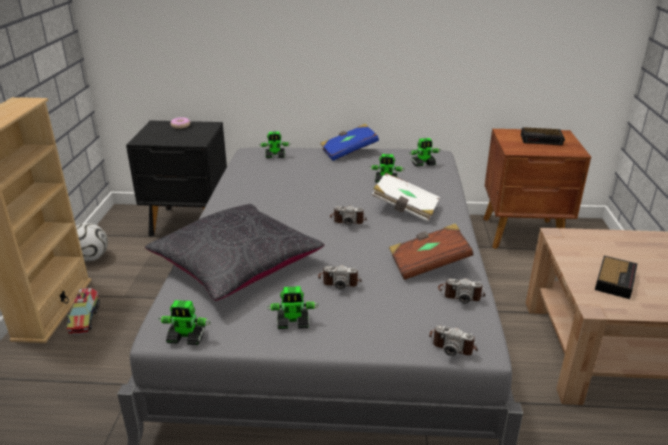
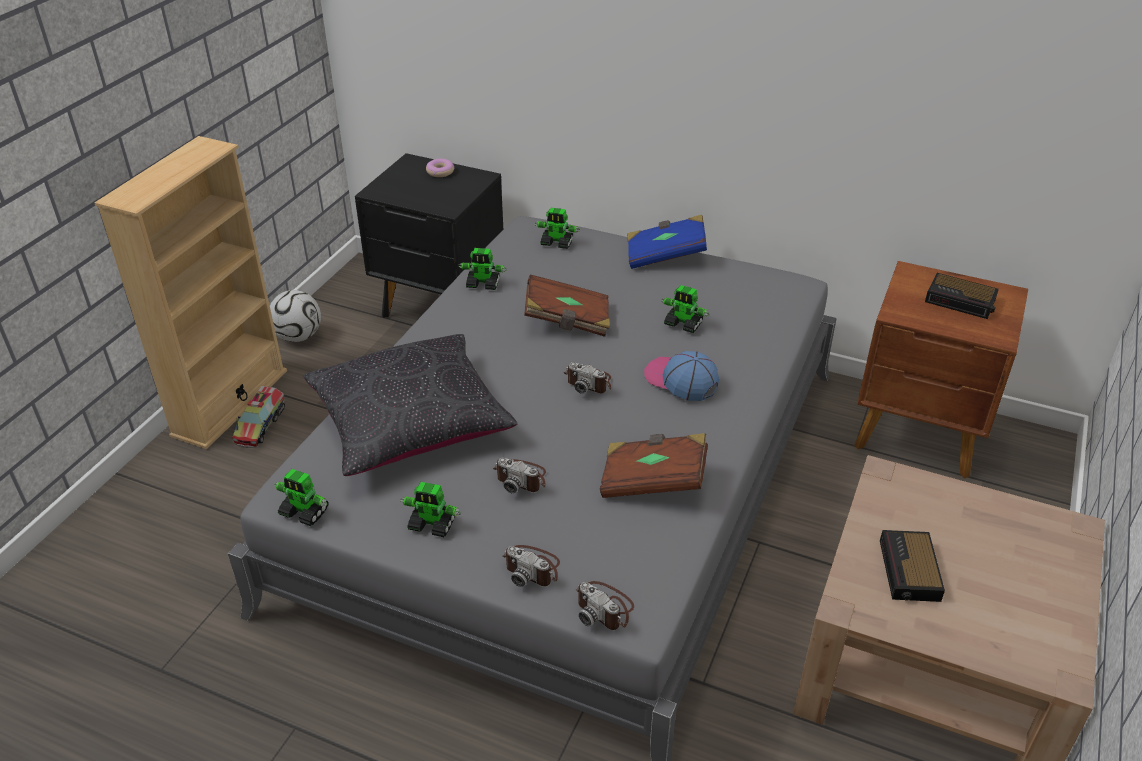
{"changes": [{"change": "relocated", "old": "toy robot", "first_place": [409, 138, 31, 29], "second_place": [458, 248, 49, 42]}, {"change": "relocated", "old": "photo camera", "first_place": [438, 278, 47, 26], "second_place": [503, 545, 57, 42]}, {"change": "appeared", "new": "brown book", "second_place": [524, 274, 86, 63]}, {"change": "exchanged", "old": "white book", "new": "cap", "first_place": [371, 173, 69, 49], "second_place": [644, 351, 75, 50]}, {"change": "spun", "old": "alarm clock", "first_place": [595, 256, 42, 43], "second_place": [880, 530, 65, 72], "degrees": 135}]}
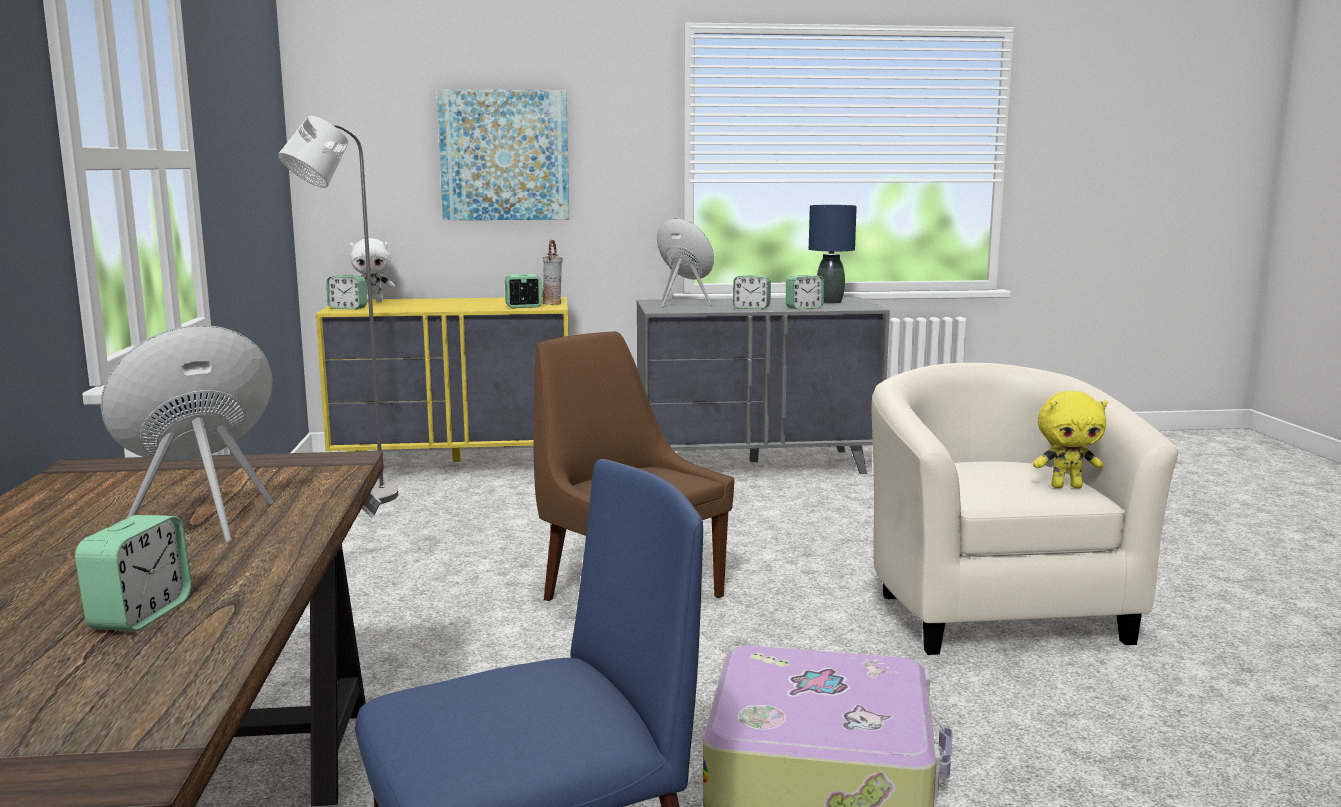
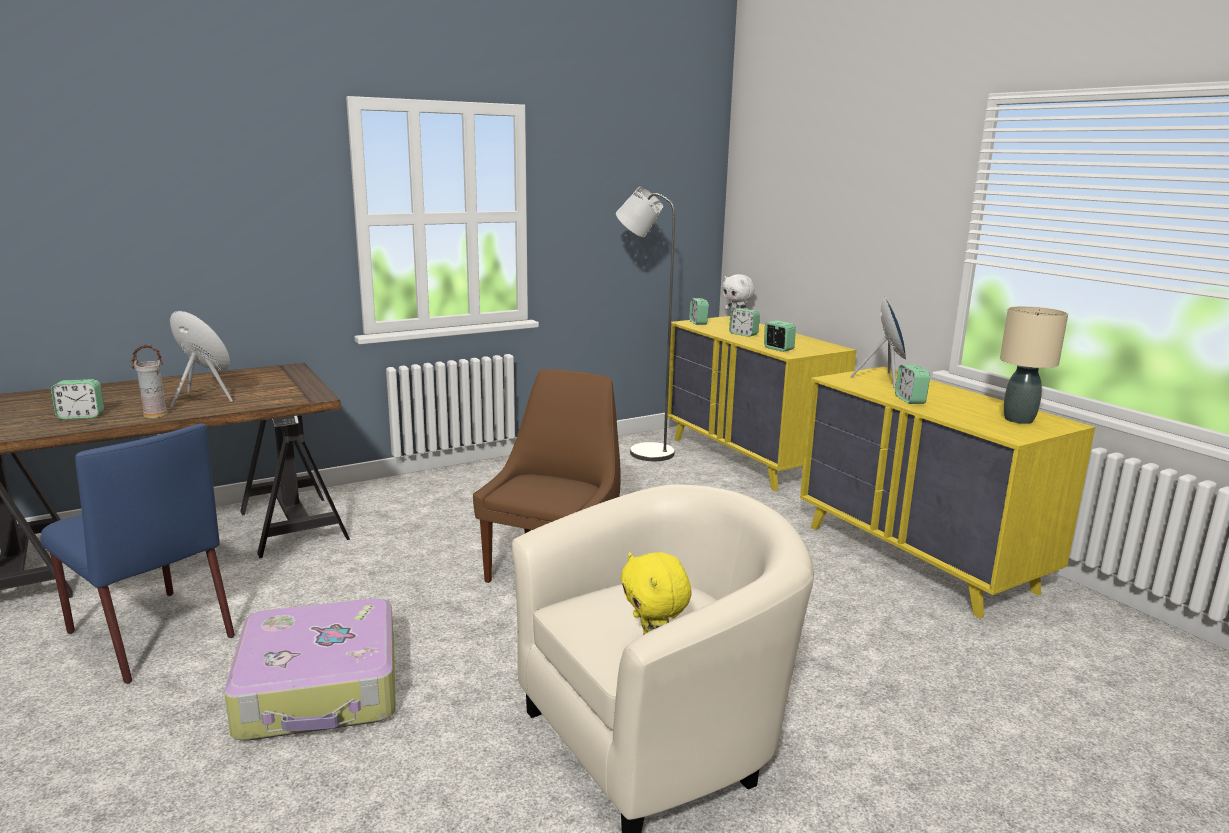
{"changes": [{"change": "relocated", "old": "vase", "first_place": [543, 240, 20, 65], "second_place": [131, 345, 36, 73]}, {"change": "relocated", "old": "alarm clock", "first_place": [786, 275, 38, 35], "second_place": [729, 308, 31, 29]}, {"change": "colour", "old": "grey dresser", "new": "yellow dresser", "first_place": [637, 297, 253, 177], "second_place": [800, 366, 296, 253]}, {"change": "colour", "old": "blue table lamp", "new": "beige table lamp", "first_place": [809, 205, 48, 99], "second_place": [1000, 306, 68, 118]}, {"change": "missing", "old": "picture", "first_place": [437, 89, 132, 131]}]}
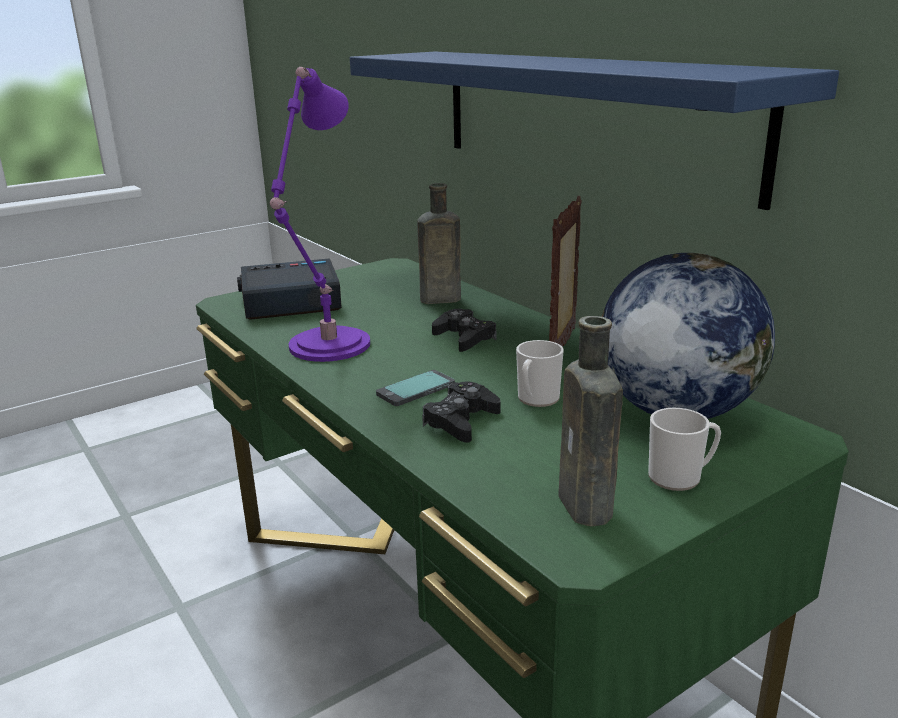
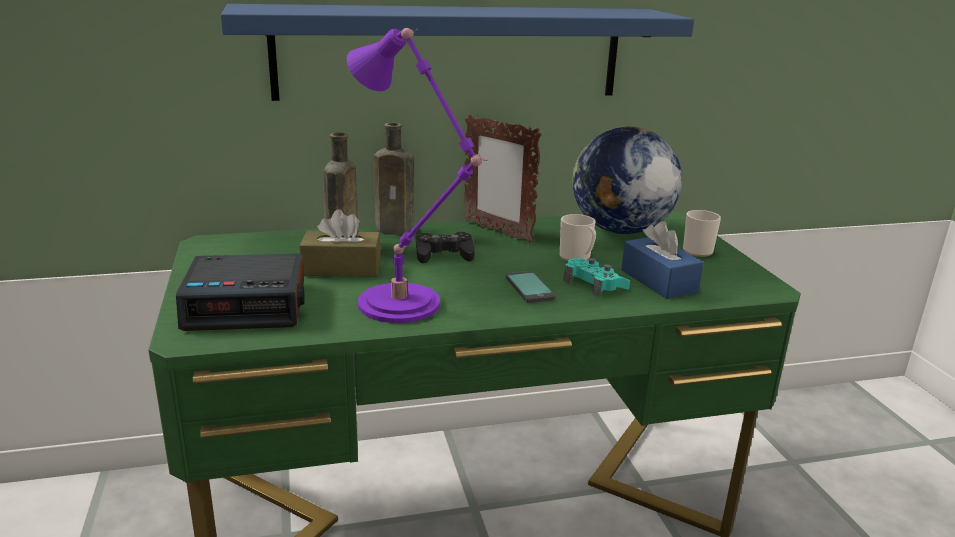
{"changes": [{"change": "spun", "old": "alarm clock", "first_place": [237, 258, 105, 62], "second_place": [176, 254, 129, 77], "degrees": -105}, {"change": "appeared", "new": "brown tissue box", "second_place": [300, 209, 81, 68]}, {"change": "relocated", "old": "brown bottle", "first_place": [559, 316, 64, 210], "second_place": [374, 123, 40, 111]}, {"change": "colour", "old": "black game controller", "new": "turquoise game controller", "first_place": [422, 381, 78, 62], "second_place": [563, 258, 67, 39]}, {"change": "appeared", "new": "blue tissue box", "second_place": [621, 221, 83, 78]}]}
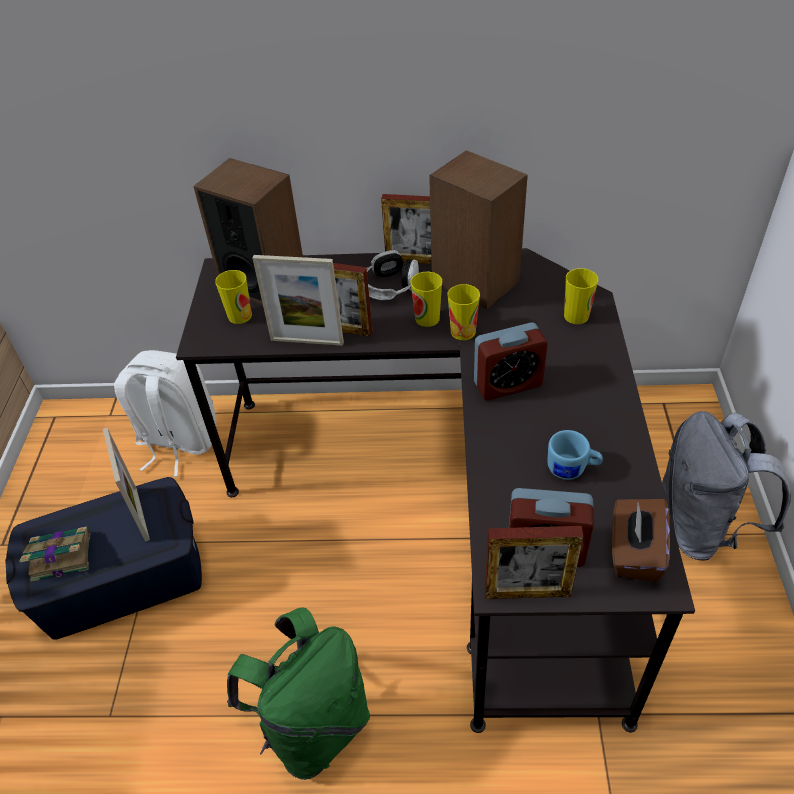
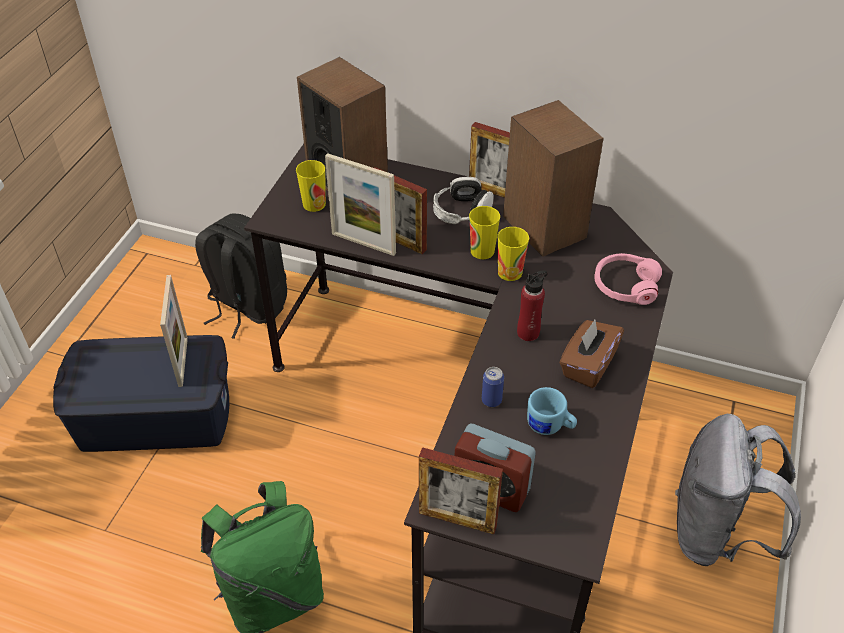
{"changes": [{"change": "colour", "old": "white backpack", "new": "black backpack", "first_place": [114, 350, 102, 127], "second_place": [195, 213, 92, 126]}, {"change": "appeared", "new": "can", "second_place": [482, 367, 22, 40]}, {"change": "exchanged", "old": "alarm clock", "new": "red bottle", "first_place": [474, 322, 74, 78], "second_place": [517, 270, 31, 71]}, {"change": "relocated", "old": "brown tissue box", "first_place": [612, 499, 58, 83], "second_place": [560, 320, 64, 68]}, {"change": "exchanged", "old": "cup", "new": "pink headphones", "first_place": [564, 268, 34, 56], "second_place": [594, 253, 68, 52]}, {"change": "missing", "old": "book", "first_place": [19, 527, 71, 55]}]}
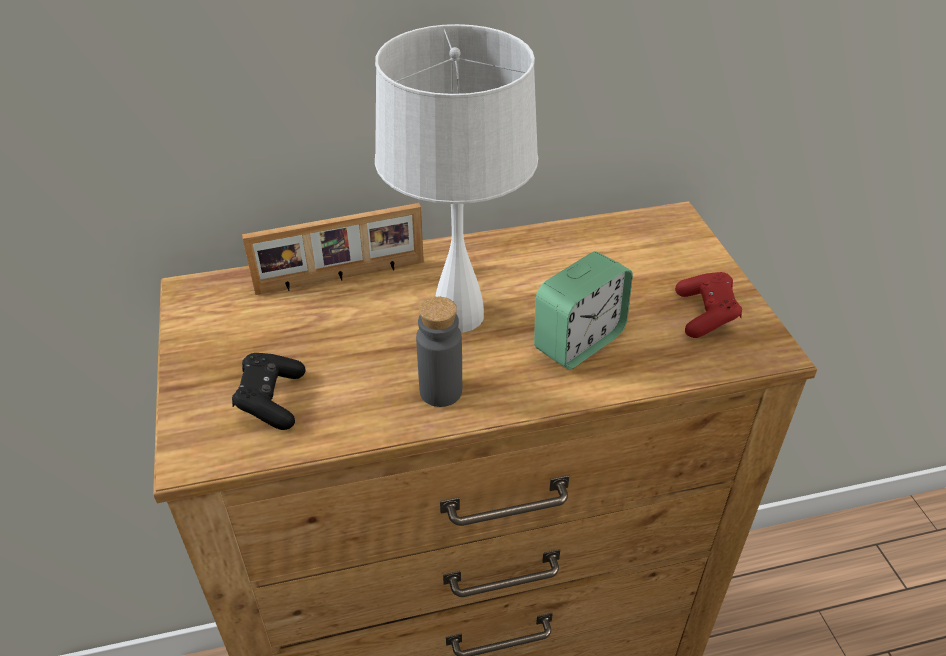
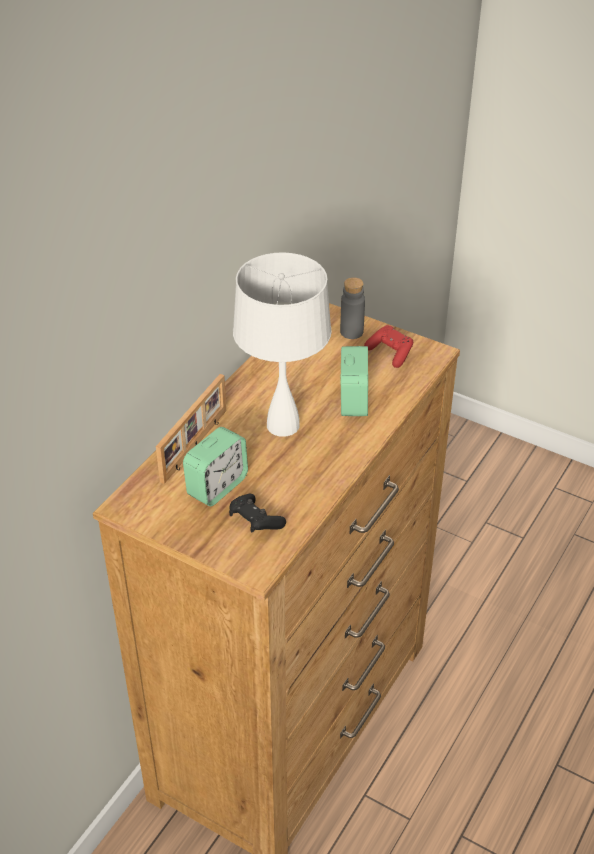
{"changes": [{"change": "appeared", "new": "alarm clock", "second_place": [183, 427, 65, 79]}, {"change": "relocated", "old": "grey bottle", "first_place": [416, 297, 46, 110], "second_place": [340, 277, 25, 62]}]}
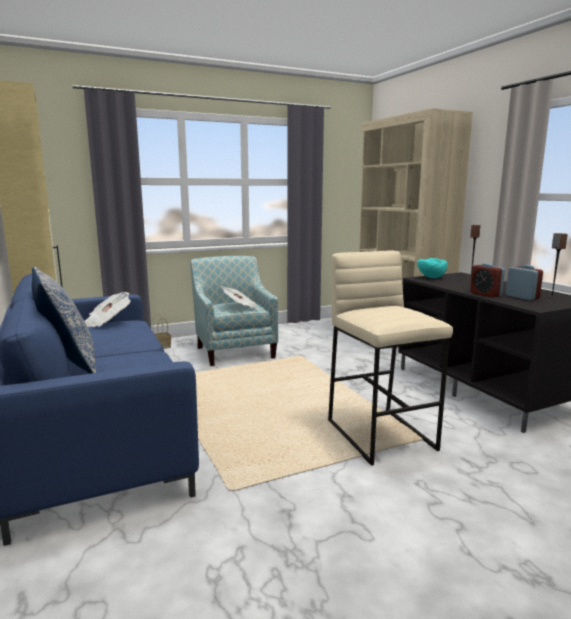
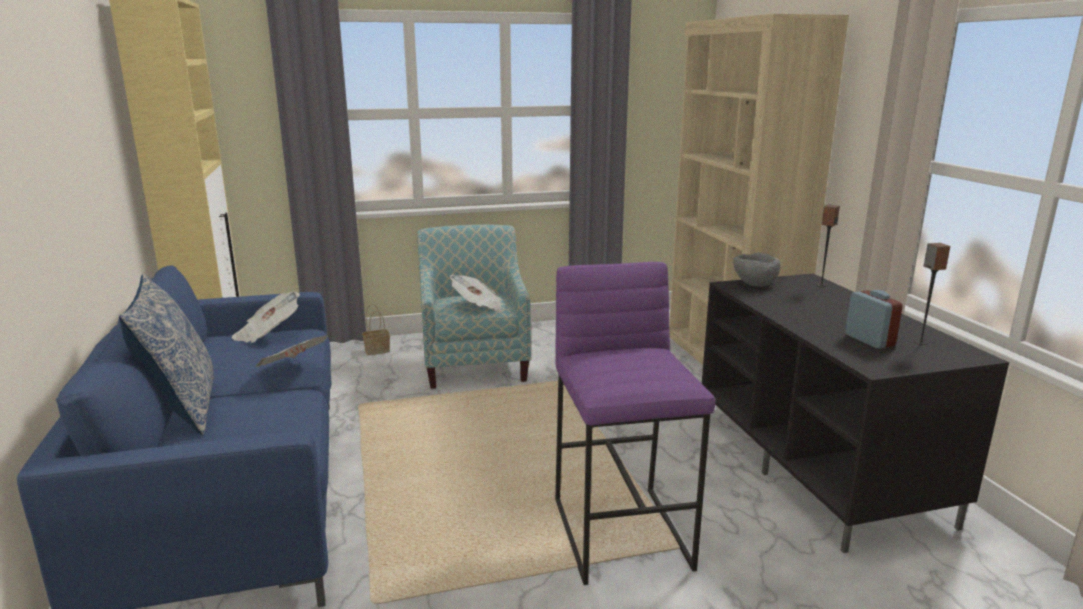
{"changes": [{"change": "appeared", "new": "newspaper", "second_place": [256, 335, 71, 32]}, {"change": "colour", "old": "beige stool", "new": "purple stool", "first_place": [328, 250, 125, 216], "second_place": [555, 262, 160, 323]}, {"change": "colour", "old": "turquoise bowl", "new": "grey bowl", "first_place": [417, 258, 30, 20], "second_place": [733, 253, 48, 34]}, {"change": "missing", "old": "alarm clock", "first_place": [470, 263, 35, 34]}]}
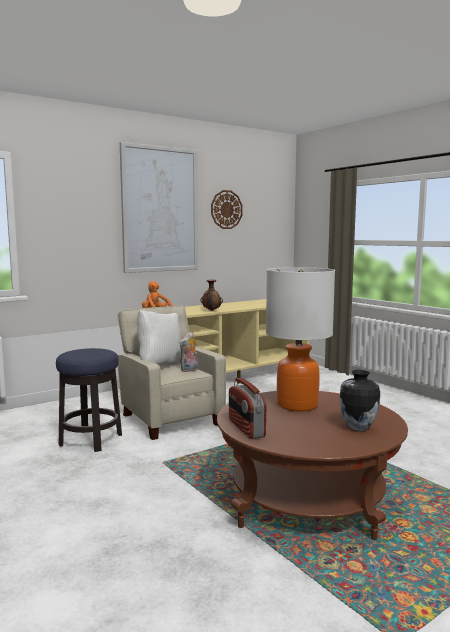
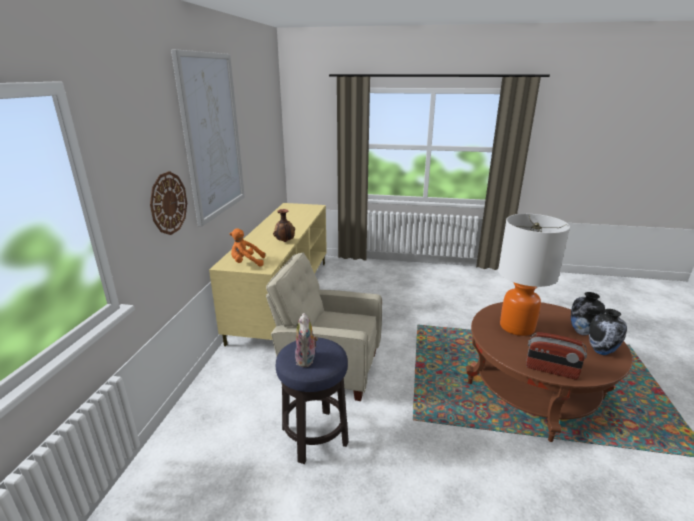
{"changes": [{"change": "relocated", "old": "wall clock", "first_place": [211, 190, 31, 39], "second_place": [150, 171, 37, 64]}, {"change": "relocated", "old": "plush toy", "first_place": [179, 332, 19, 40], "second_place": [295, 313, 23, 54]}, {"change": "appeared", "new": "vase", "second_place": [589, 309, 38, 46]}, {"change": "missing", "old": "white pillow", "first_place": [137, 310, 44, 56]}]}
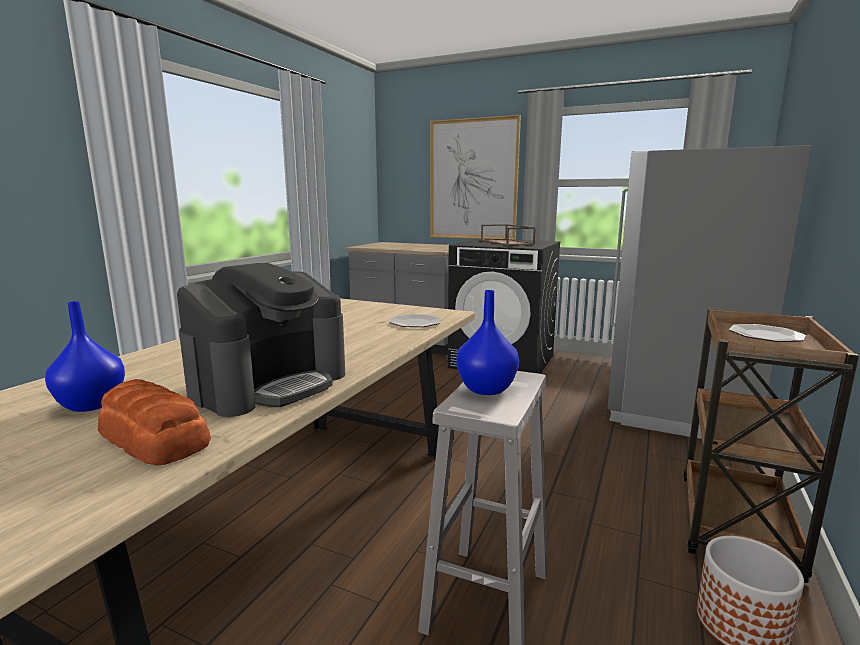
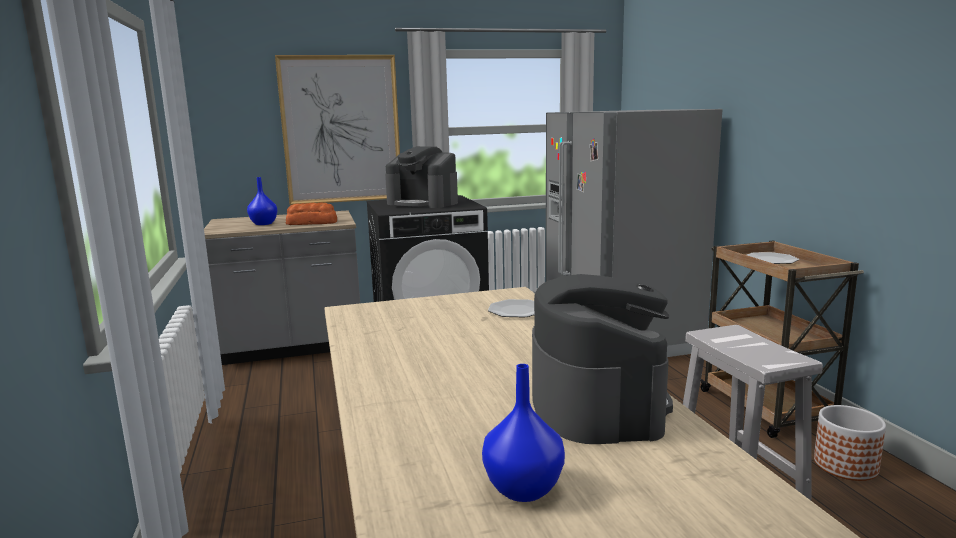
{"changes": [{"change": "relocated", "old": "blue vase", "first_place": [457, 290, 62, 105], "second_place": [247, 177, 30, 48]}, {"change": "relocated", "old": "bread", "first_place": [98, 379, 113, 87], "second_place": [286, 203, 51, 22]}, {"change": "exchanged", "old": "brown tray", "new": "coffee machine", "first_place": [481, 224, 55, 22], "second_place": [385, 146, 73, 62]}]}
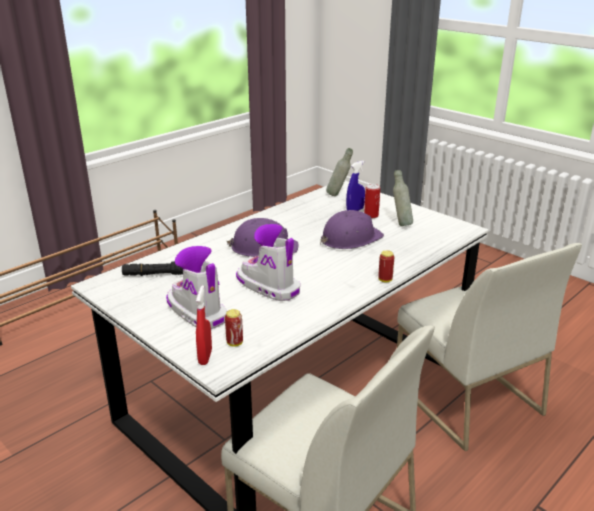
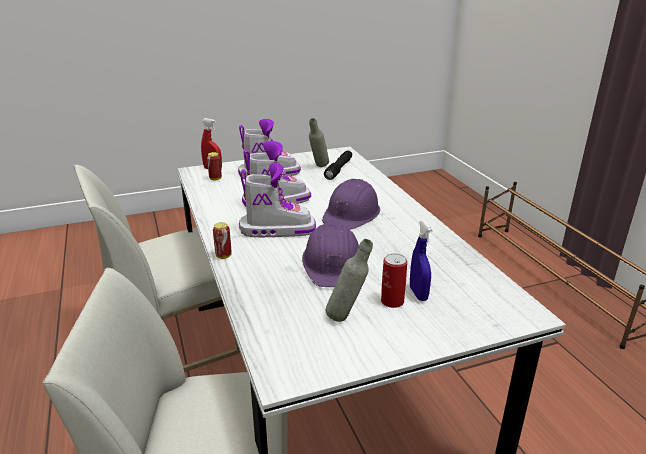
{"changes": [{"change": "appeared", "new": "boot", "second_place": [239, 163, 77, 74]}, {"change": "relocated", "old": "grey bottle", "first_place": [326, 148, 27, 48], "second_place": [309, 118, 20, 49]}]}
